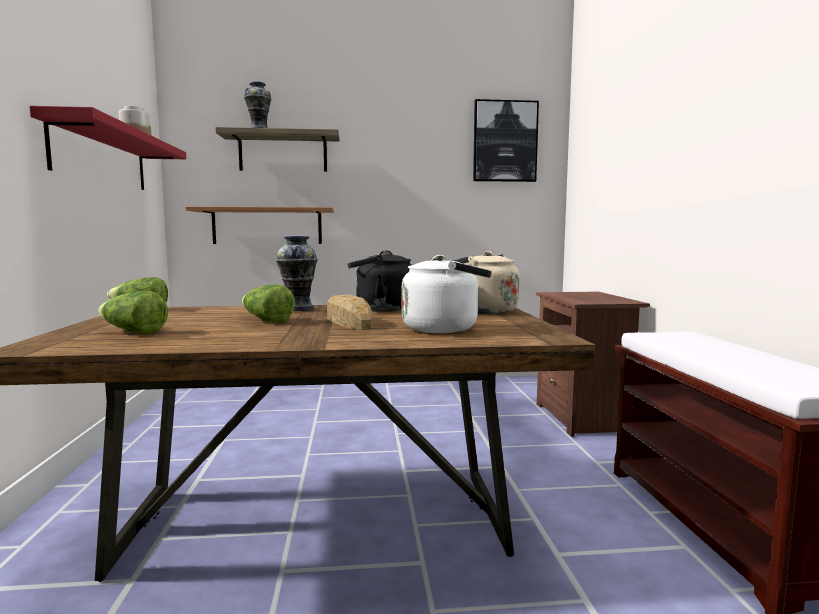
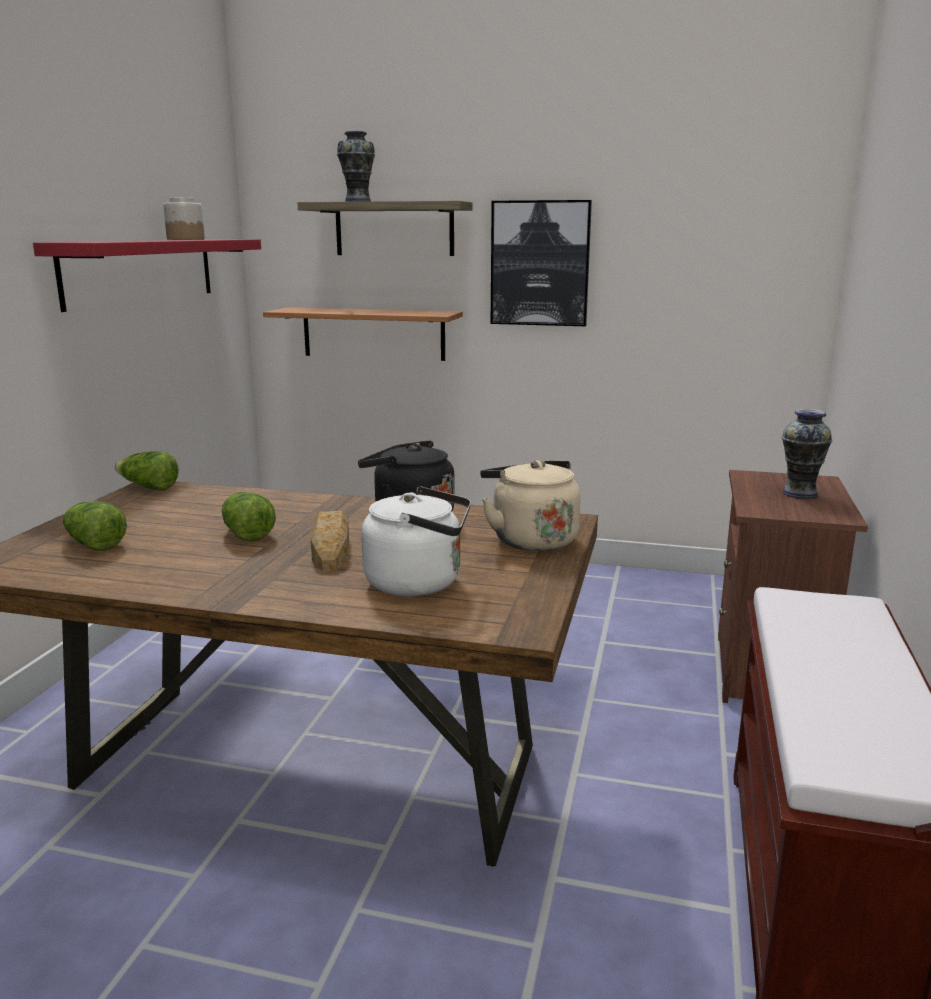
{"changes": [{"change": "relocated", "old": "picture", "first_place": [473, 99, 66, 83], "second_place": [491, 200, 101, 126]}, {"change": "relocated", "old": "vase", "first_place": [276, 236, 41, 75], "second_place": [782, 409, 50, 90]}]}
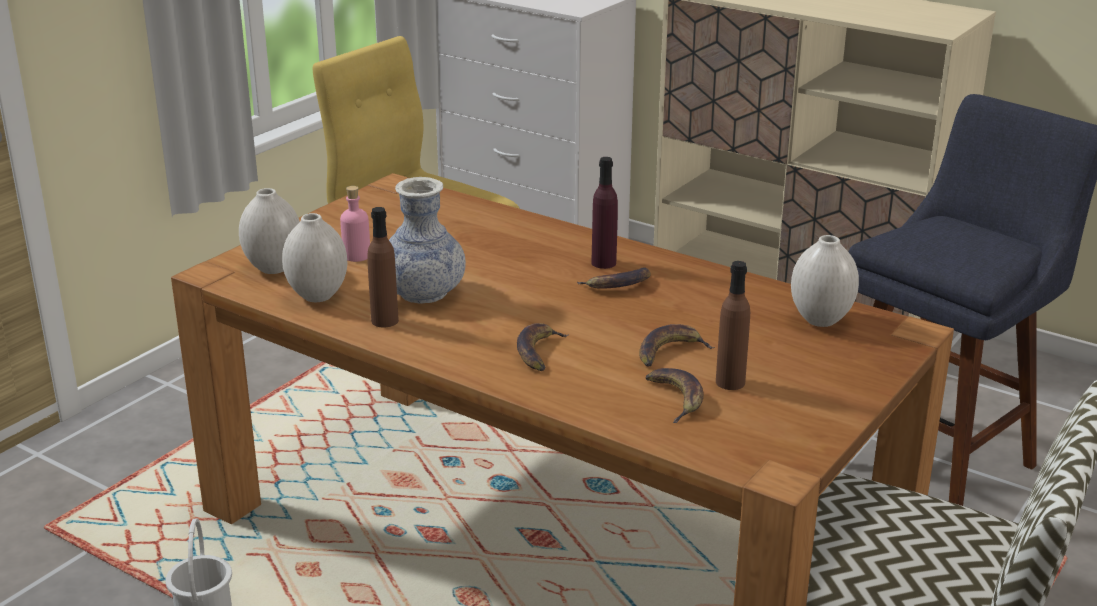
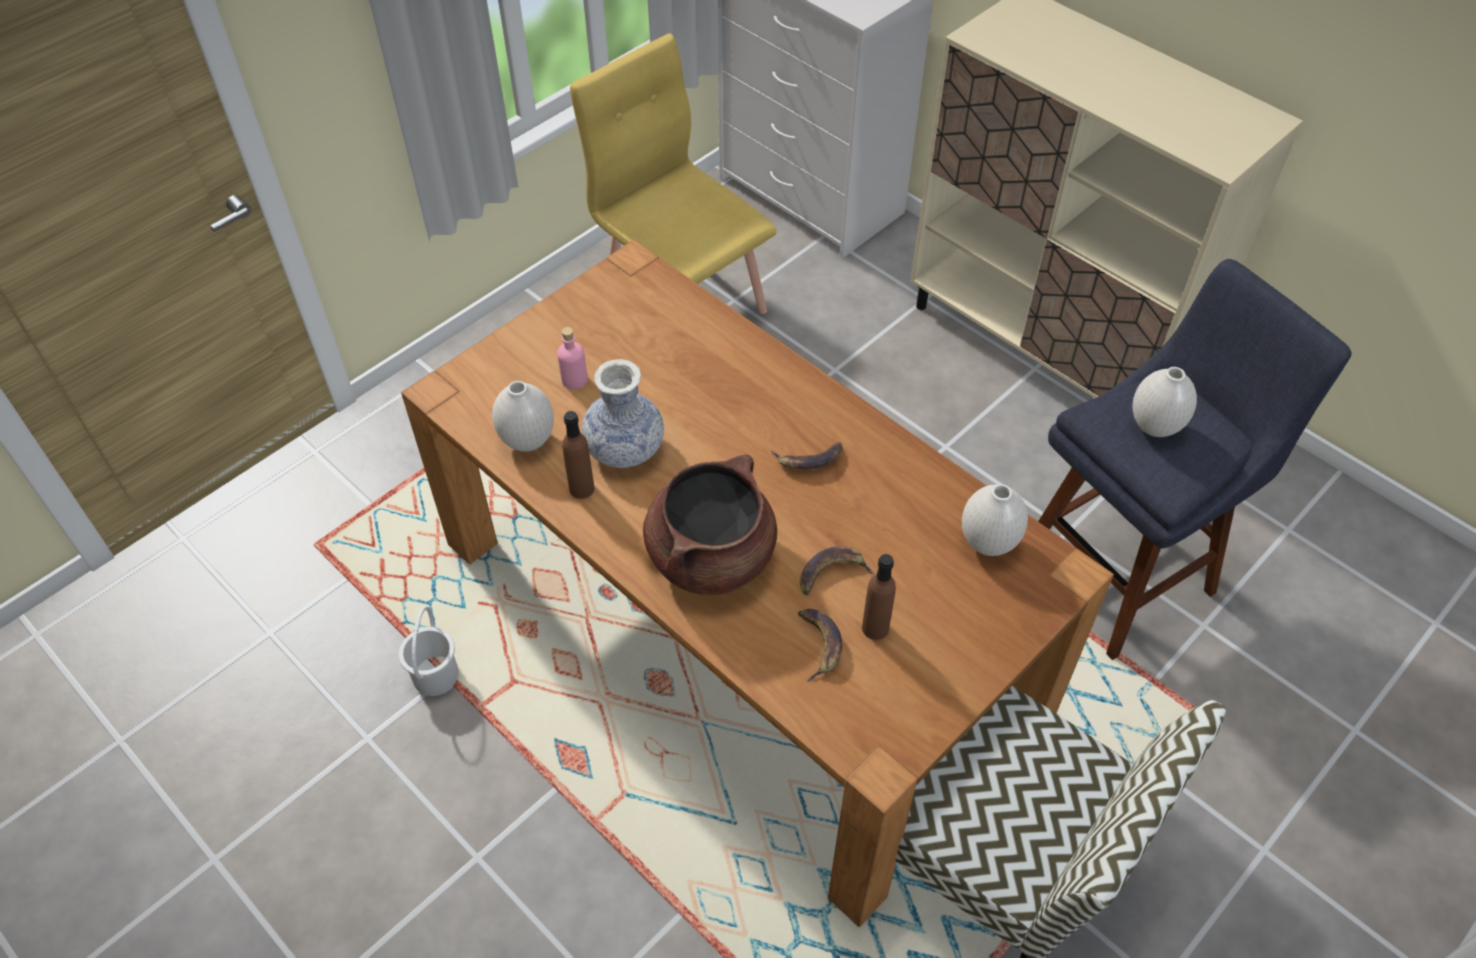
{"changes": [{"change": "exchanged", "old": "banana", "new": "brown cooking pot", "first_place": [517, 323, 52, 48], "second_place": [643, 454, 134, 141]}, {"change": "relocated", "old": "white vase", "first_place": [239, 188, 61, 86], "second_place": [1132, 367, 65, 70]}, {"change": "missing", "old": "purple bottle", "first_place": [591, 157, 27, 112]}]}
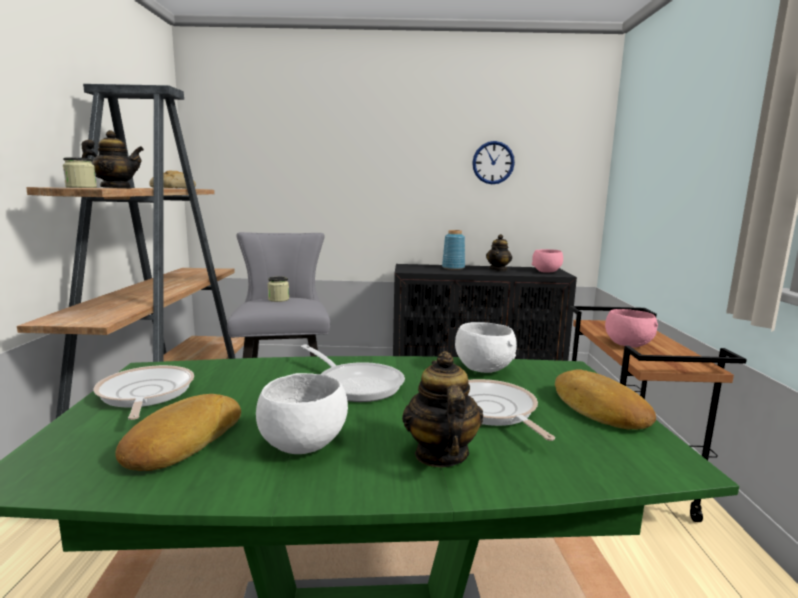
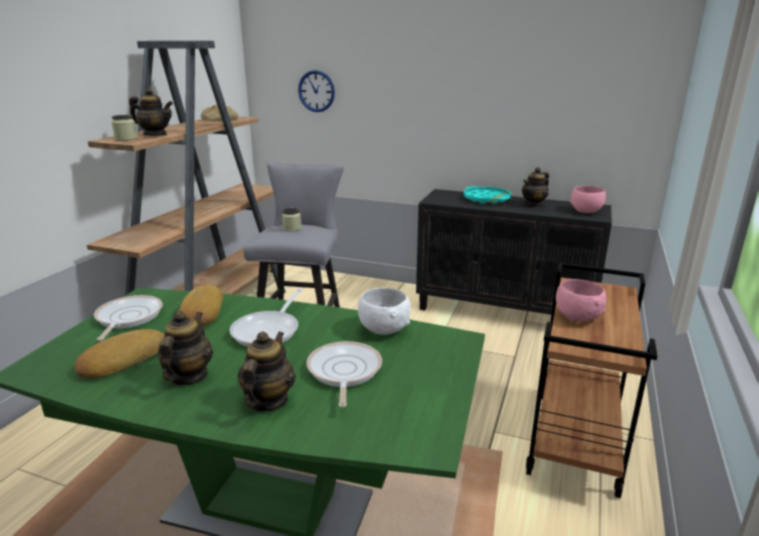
{"changes": [{"change": "exchanged", "old": "white bowl", "new": "teapot", "first_place": [256, 373, 92, 81], "second_place": [158, 311, 55, 75]}, {"change": "relocated", "old": "bread", "first_place": [555, 369, 101, 61], "second_place": [179, 285, 44, 41]}, {"change": "spun", "old": "frying pan", "first_place": [301, 344, 104, 58], "second_place": [229, 288, 74, 59], "degrees": 45}, {"change": "relocated", "old": "wall clock", "first_place": [472, 141, 43, 43], "second_place": [298, 70, 37, 42]}, {"change": "exchanged", "old": "blue vase", "new": "turquoise tray", "first_place": [442, 230, 23, 40], "second_place": [464, 186, 47, 18]}]}
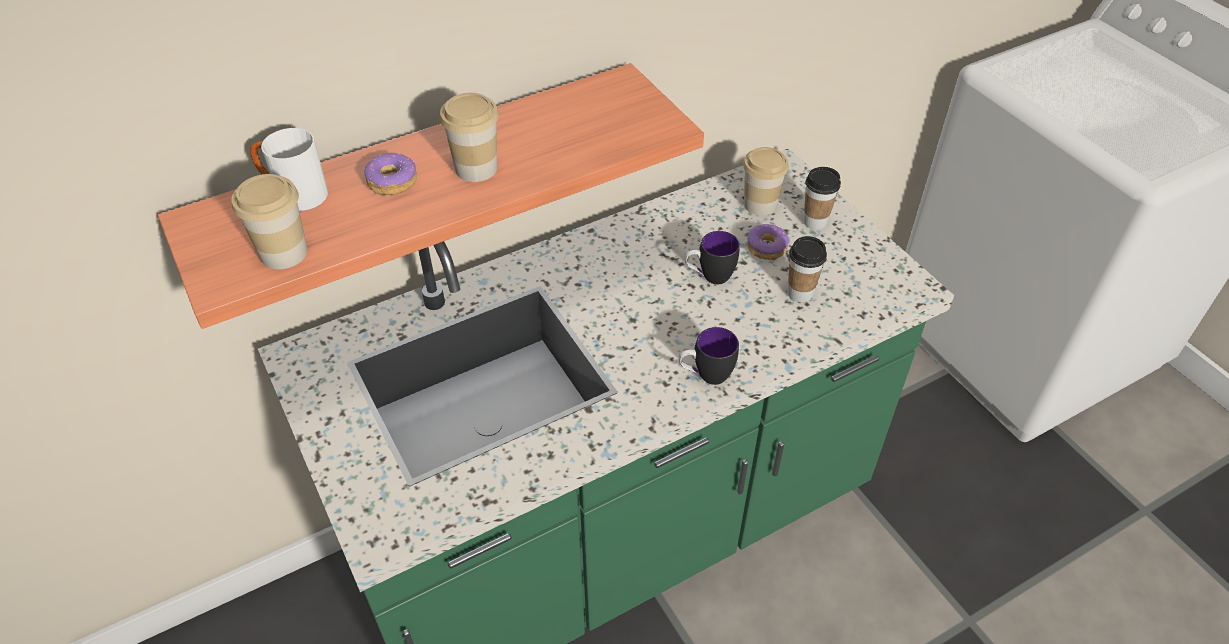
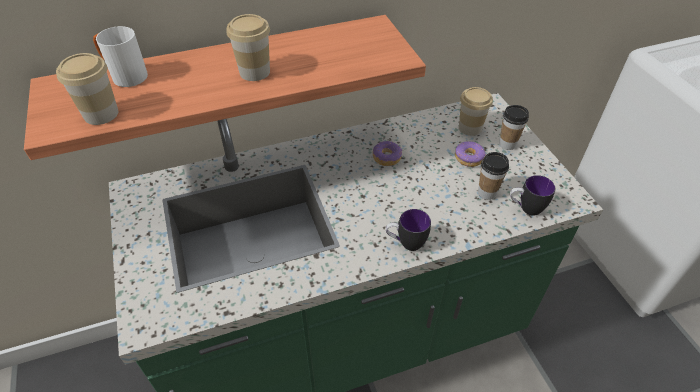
{"changes": [{"change": "relocated", "old": "donut", "first_place": [364, 153, 53, 42], "second_place": [373, 141, 29, 25]}, {"change": "relocated", "old": "mug", "first_place": [685, 231, 55, 53], "second_place": [510, 175, 45, 41]}]}
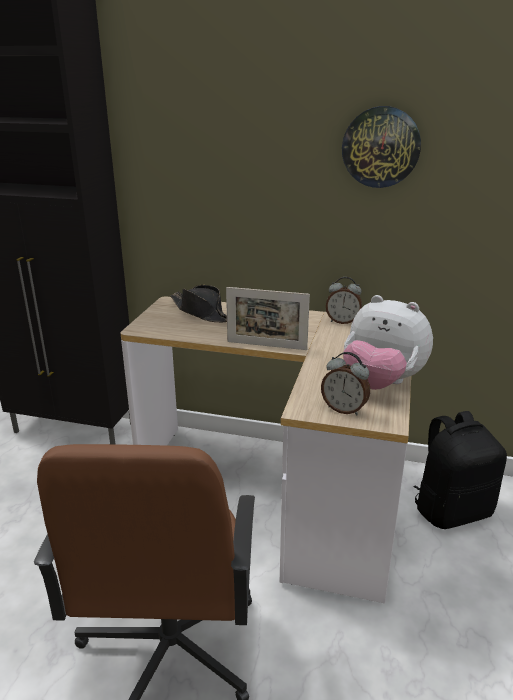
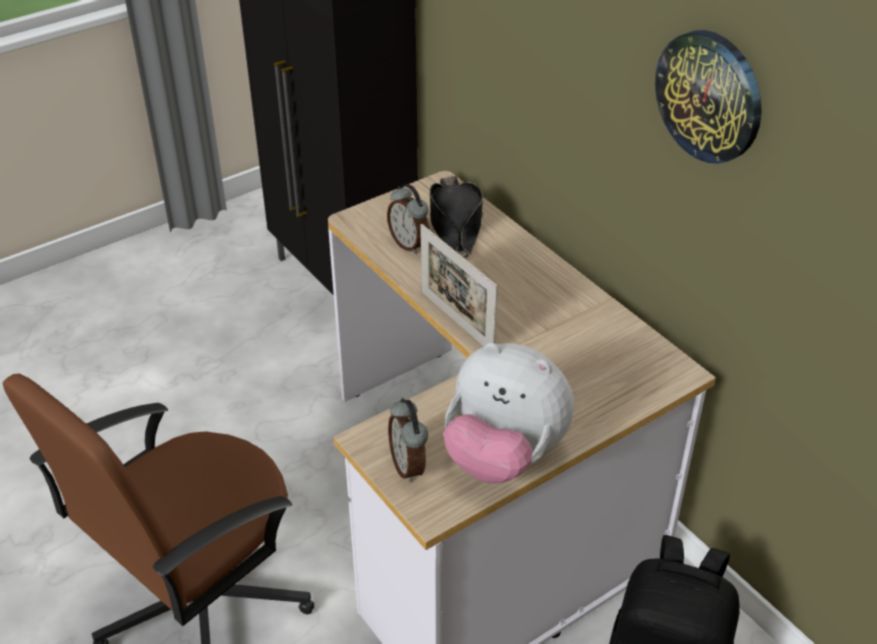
{"changes": [{"change": "relocated", "old": "alarm clock", "first_place": [326, 277, 36, 47], "second_place": [387, 184, 42, 70]}, {"change": "spun", "old": "plush toy", "first_place": [343, 295, 90, 95], "second_place": [443, 342, 131, 141], "degrees": -45}]}
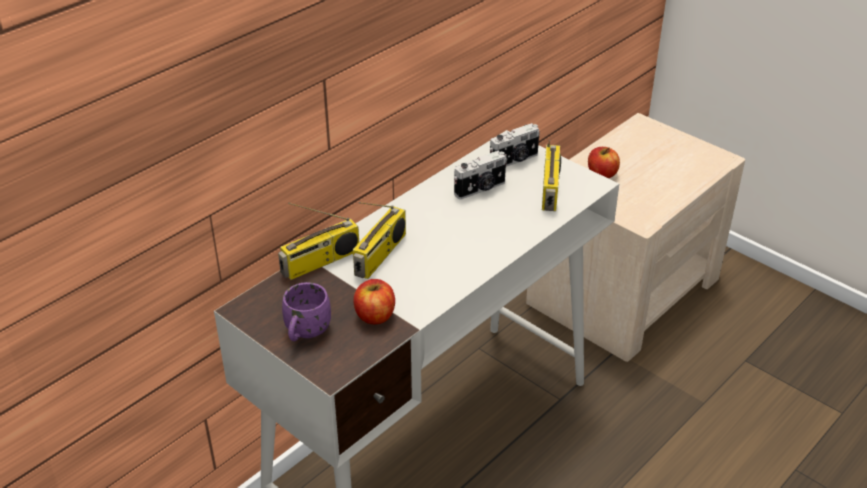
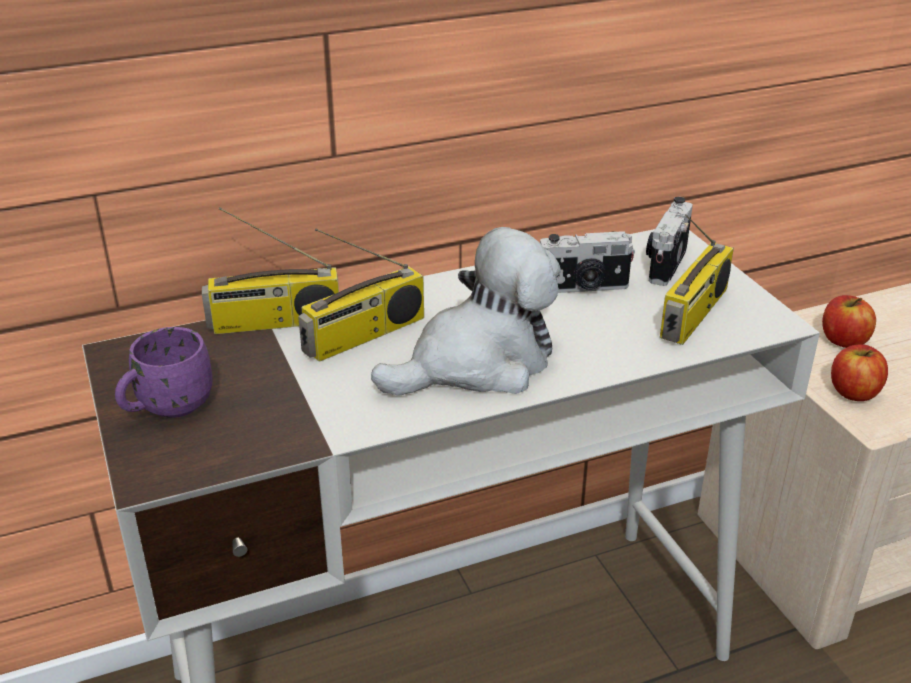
{"changes": [{"change": "appeared", "new": "plush toy", "second_place": [371, 227, 190, 168]}, {"change": "spun", "old": "photo camera", "first_place": [490, 123, 50, 44], "second_place": [646, 197, 47, 89], "degrees": 120}, {"change": "relocated", "old": "apple", "first_place": [353, 279, 42, 45], "second_place": [831, 344, 57, 57]}]}
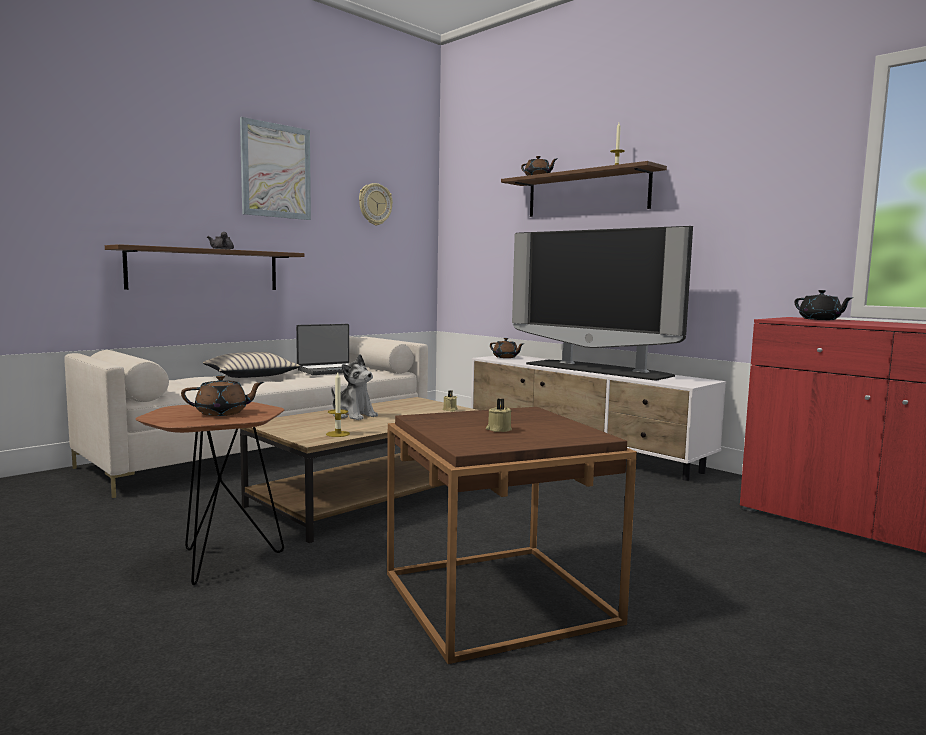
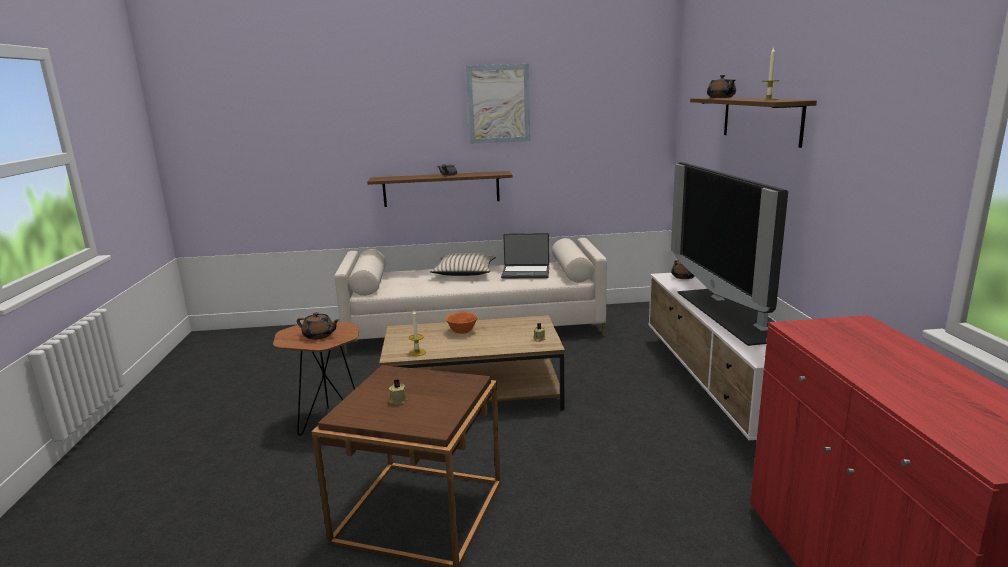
{"changes": [{"change": "exchanged", "old": "plush toy", "new": "orange bowl", "first_place": [331, 354, 47, 66], "second_place": [446, 312, 32, 22]}, {"change": "missing", "old": "wall clock", "first_place": [359, 183, 34, 43]}, {"change": "missing", "old": "black teapot", "first_place": [795, 290, 59, 30]}]}
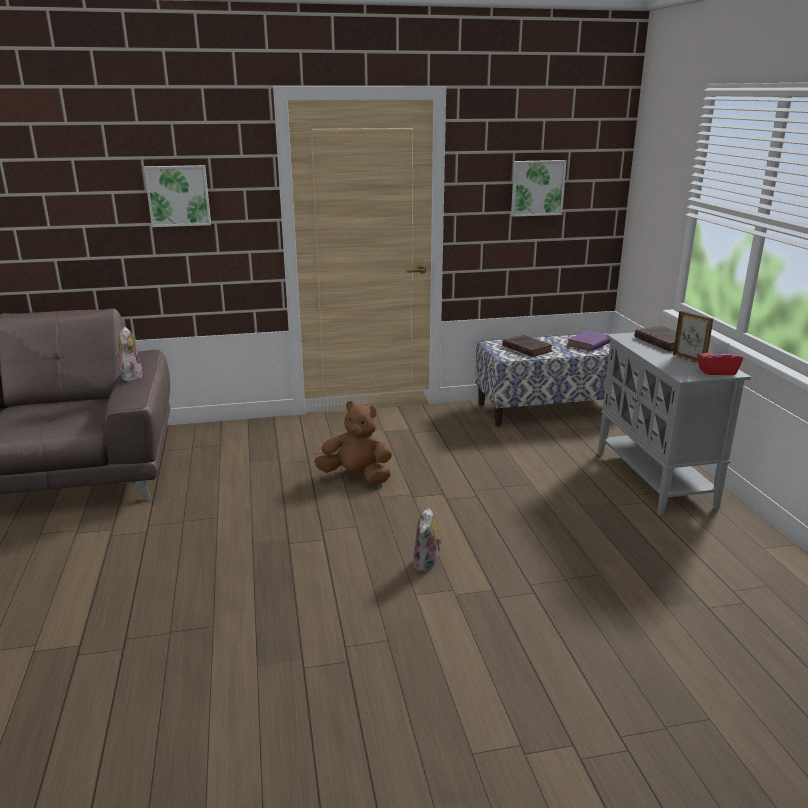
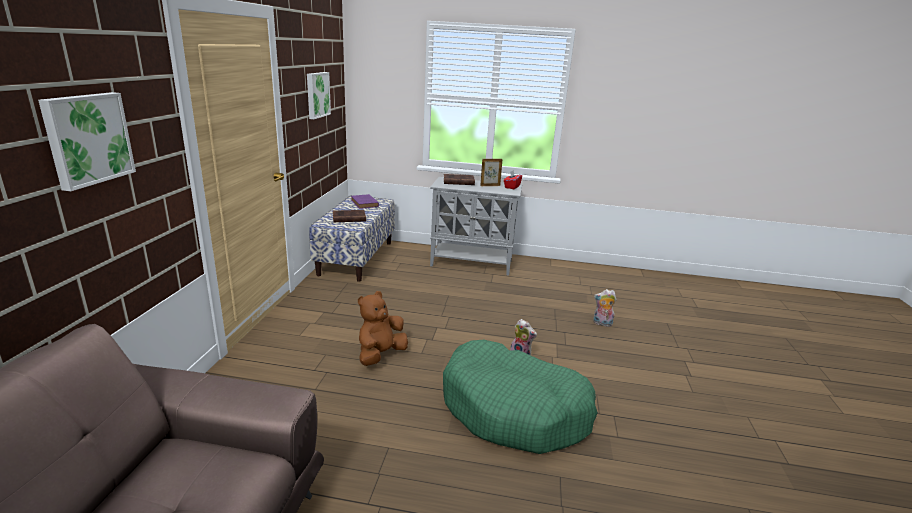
{"changes": [{"change": "appeared", "new": "green dog bed", "second_place": [443, 340, 155, 114]}, {"change": "relocated", "old": "plush toy", "first_place": [115, 327, 28, 54], "second_place": [593, 289, 24, 38]}]}
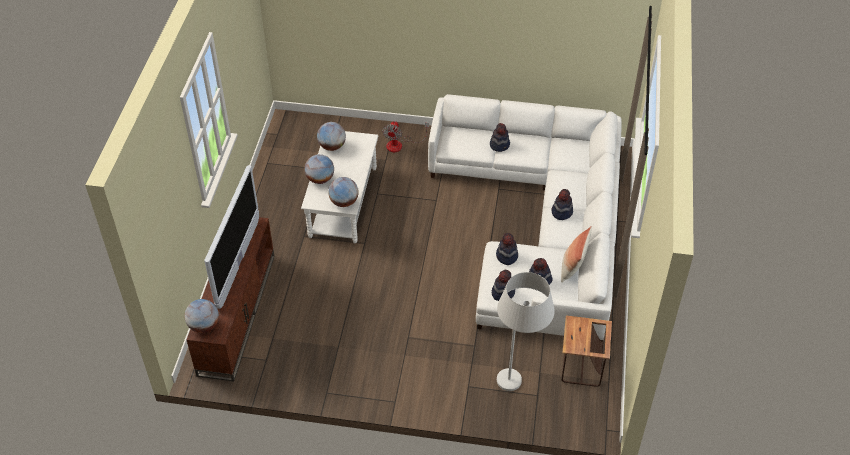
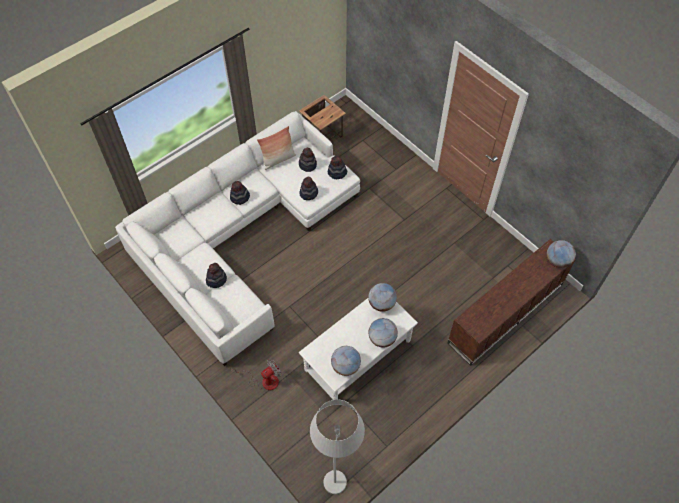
{"changes": [{"change": "relocated", "old": "white floor lamp", "first_place": [497, 272, 58, 119], "second_place": [310, 400, 55, 94]}, {"change": "missing", "old": "television", "first_place": [204, 165, 55, 144]}]}
